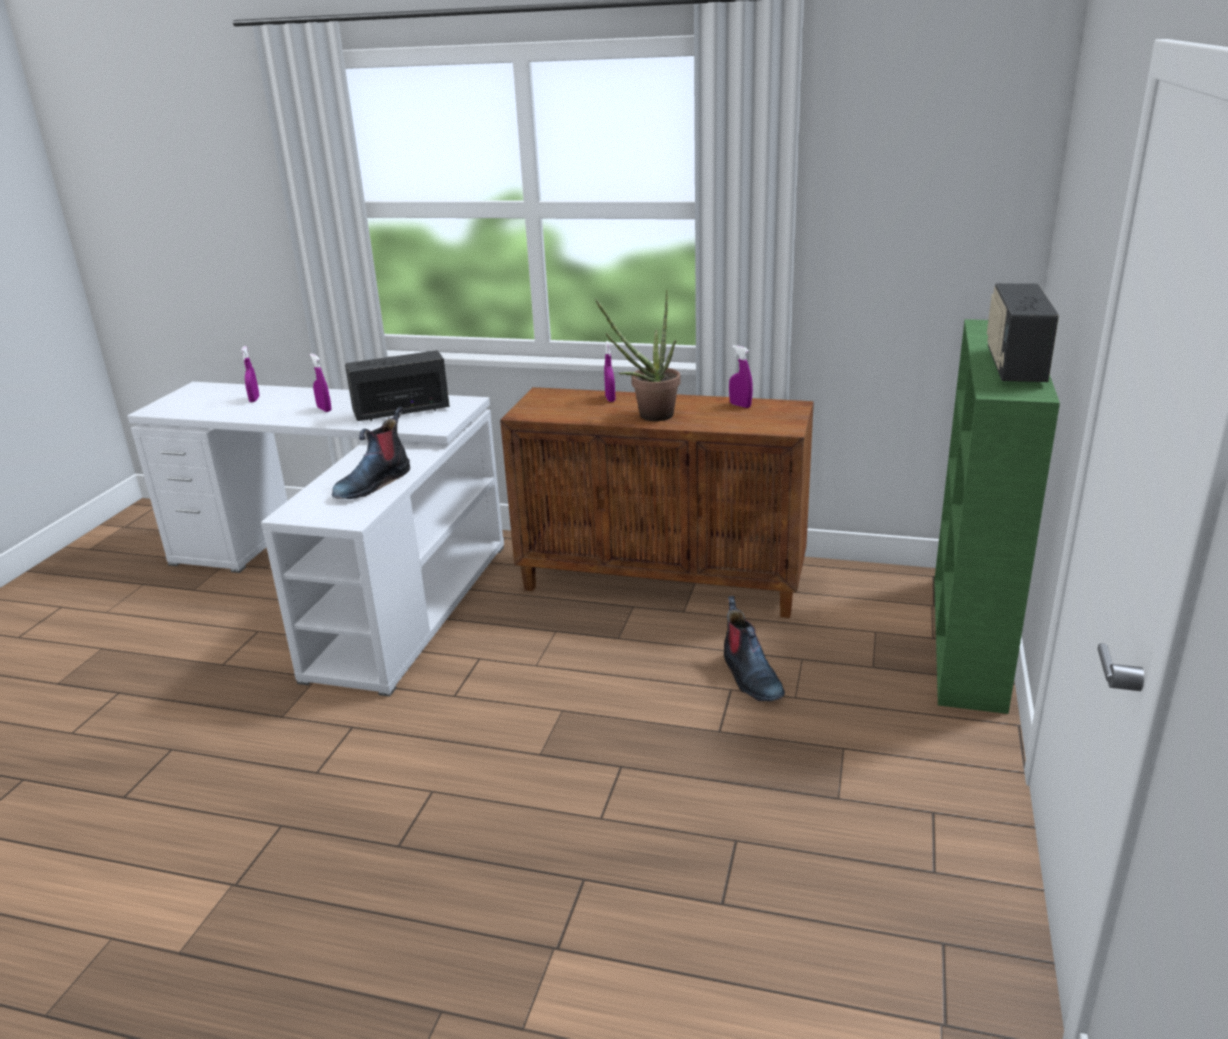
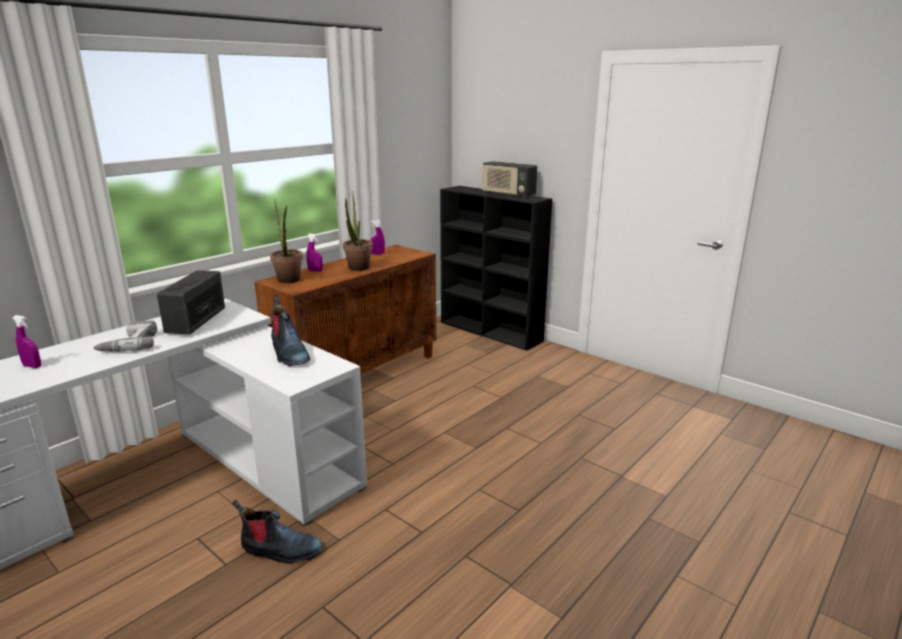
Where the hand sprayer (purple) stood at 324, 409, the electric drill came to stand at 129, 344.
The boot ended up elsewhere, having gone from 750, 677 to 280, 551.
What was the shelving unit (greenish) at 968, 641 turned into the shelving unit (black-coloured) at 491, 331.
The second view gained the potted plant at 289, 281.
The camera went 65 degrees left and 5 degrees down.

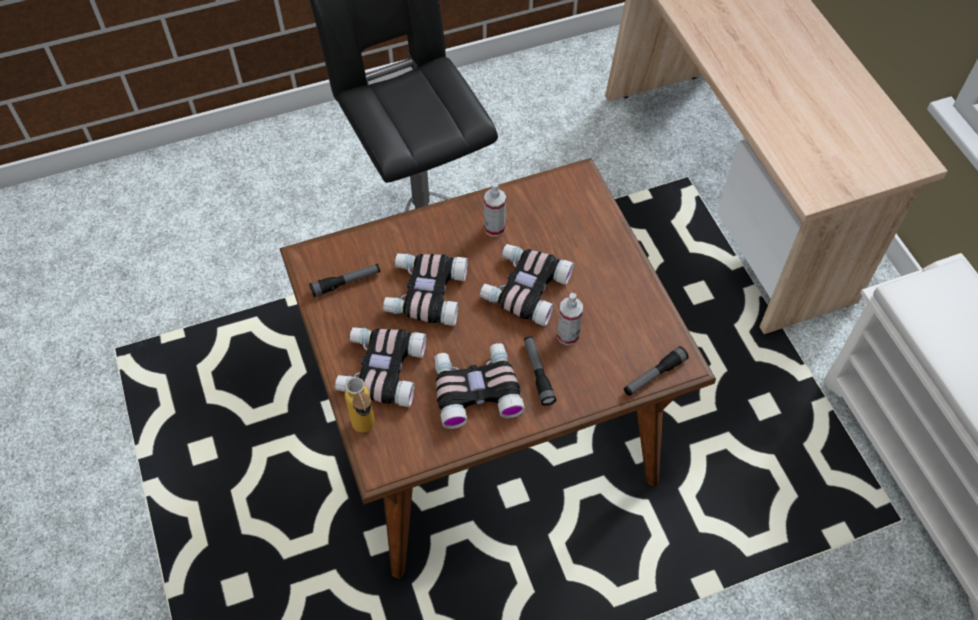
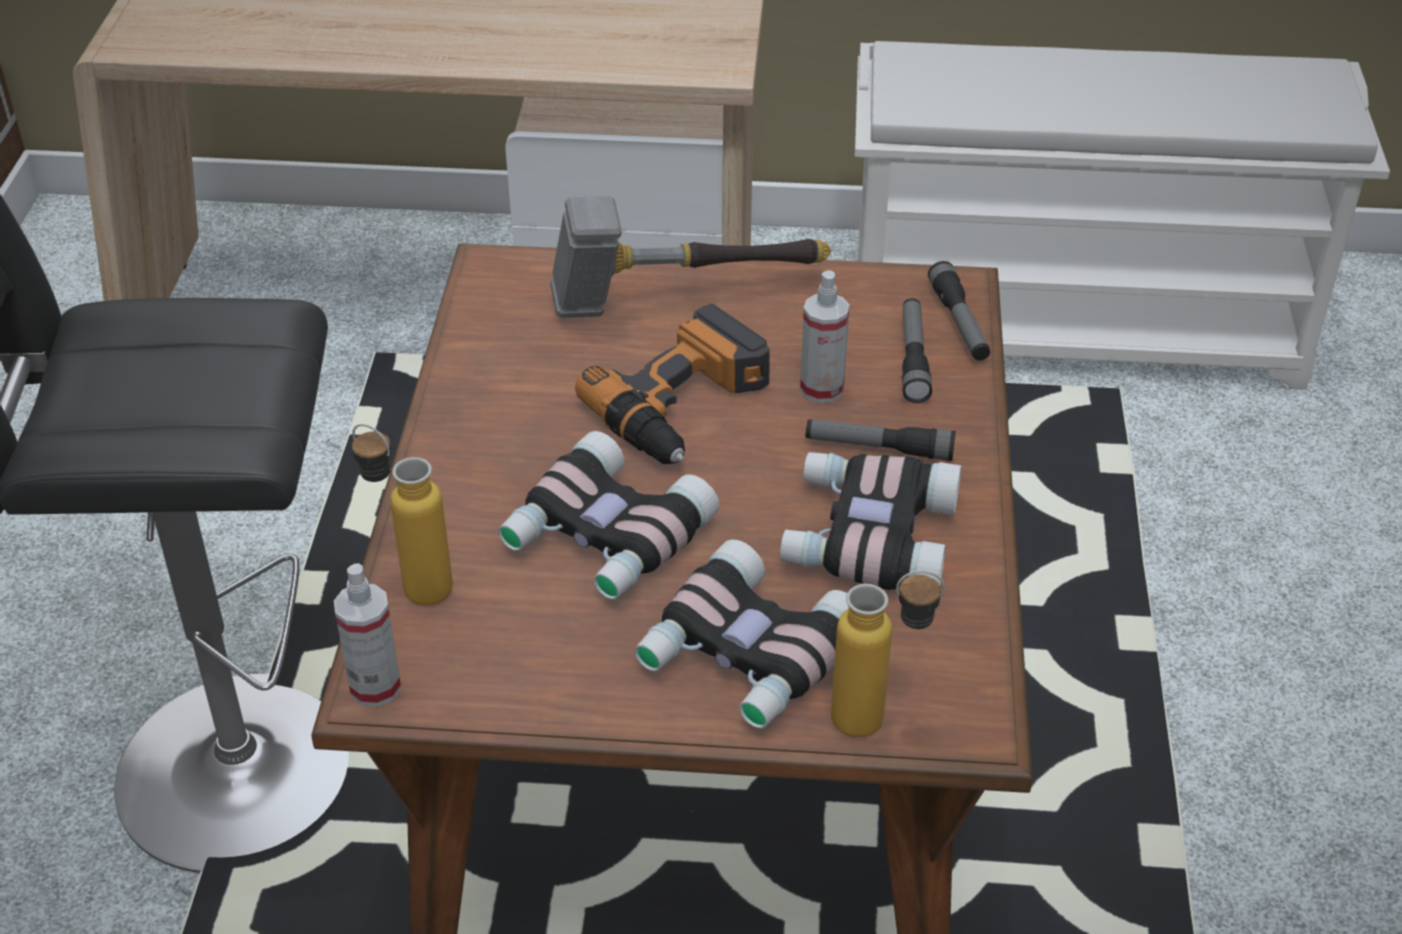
The torch ended up elsewhere, having gone from 346, 283 to 913, 358.
Where the field glasses stood at 524, 288, the electric drill came to stand at 686, 406.
The hand sprayer ended up elsewhere, having gone from 494, 228 to 375, 687.
The second view gained the bottle at 411, 583.
The second view gained the tool hammer at 682, 301.
The camera went 65 degrees left and 15 degrees down.

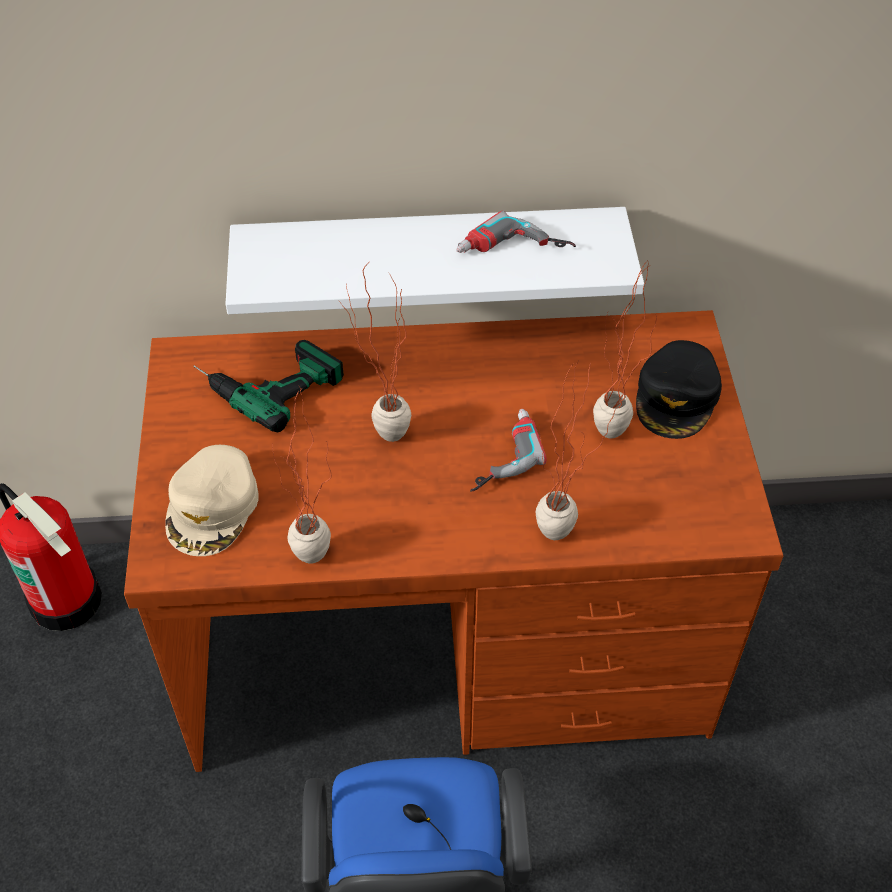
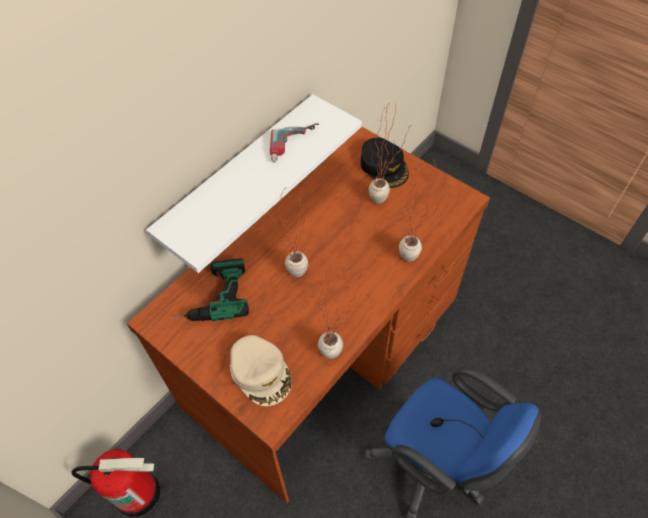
The second view lost the electric drill at 499, 454.
The camera went 45 degrees left and 5 degrees up.

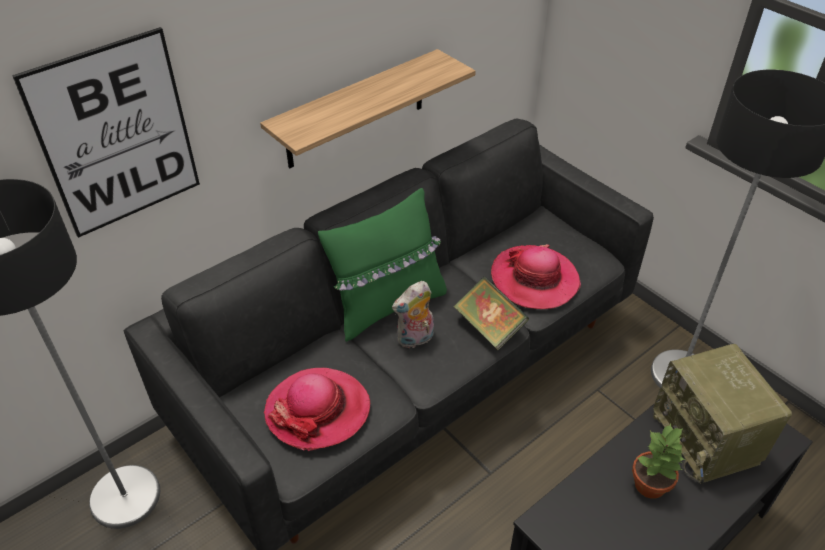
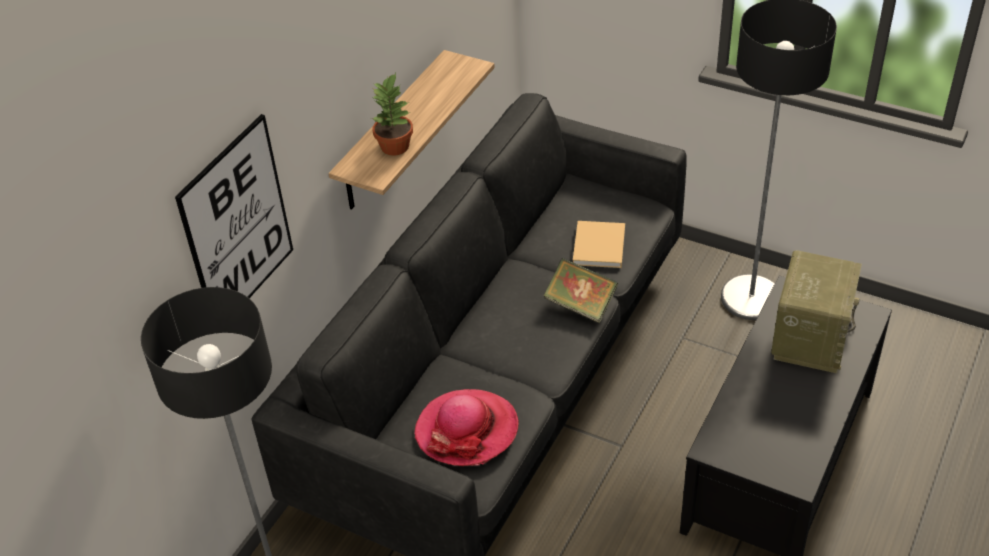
The second view lost the pillow (greenish) at 387, 305.
The second view lost the cuddly toy at 415, 339.
Where the clothing hat stood at 534, 279, the volume (beige) came to stand at 599, 248.
The potted plant ended up elsewhere, having gone from 651, 485 to 395, 146.
The radio receiver at 707, 439 ended up facing another way, 120 degrees counterclockwise from before.
The camera went 20 degrees left and 0 degrees up.

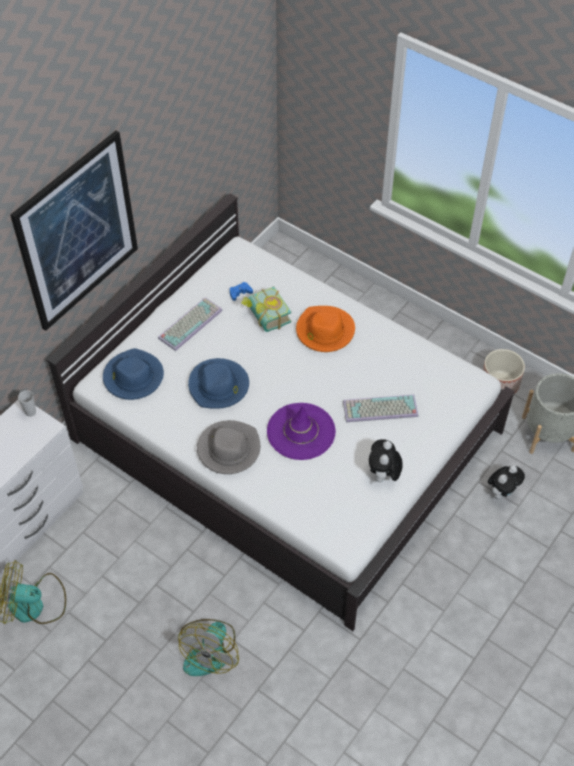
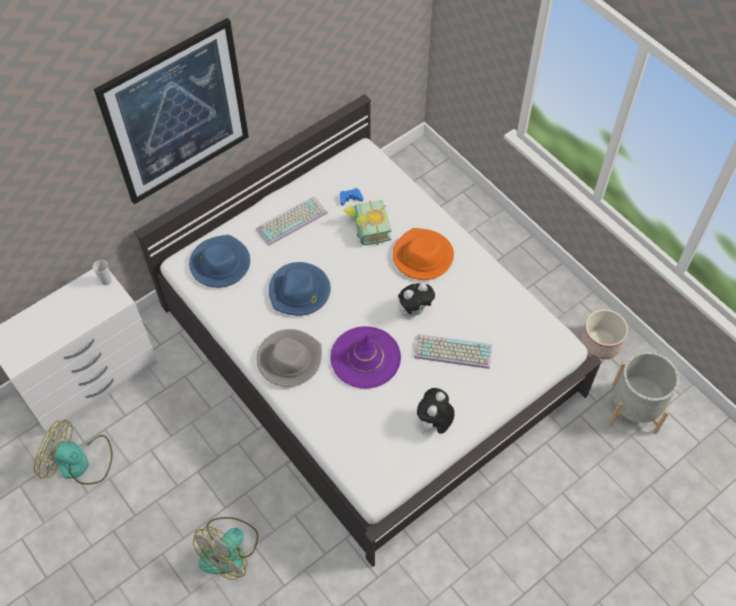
The cuddly toy ended up elsewhere, having gone from 502, 492 to 415, 310.
The camera went 15 degrees right and 5 degrees up.

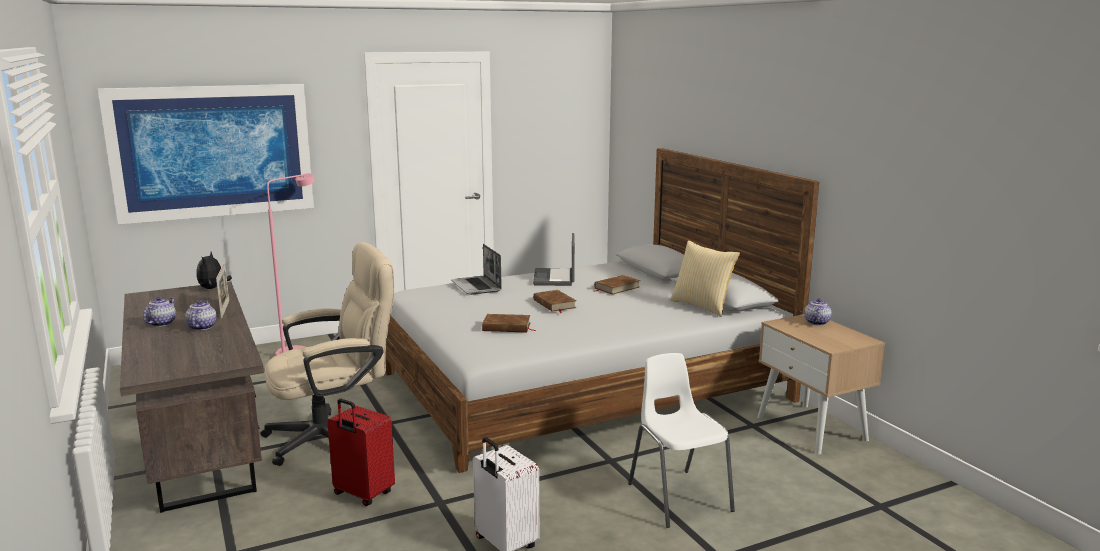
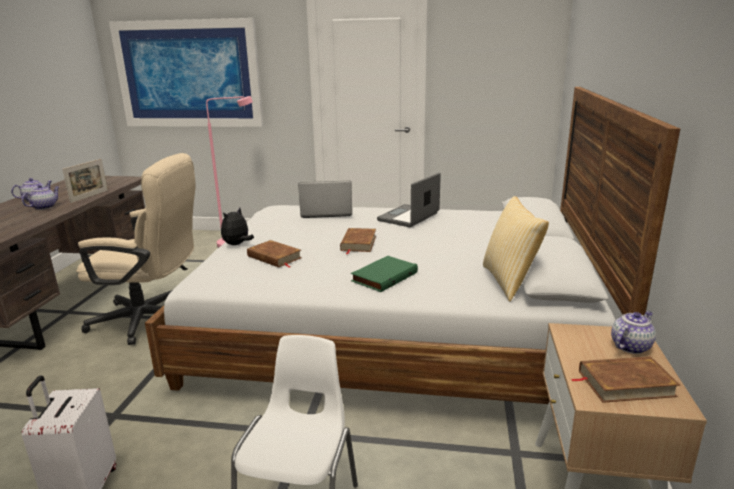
The cuddly toy ended up elsewhere, having gone from 213, 288 to 237, 244.
The second view lost the piece of luggage (red) at 362, 494.
The laptop at 477, 286 ended up facing another way, 75 degrees clockwise from before.
The volume (brown) ended up elsewhere, having gone from 616, 287 to 625, 383.
The second view gained the volume (greenish) at 383, 276.
The camera went 35 degrees right and 5 degrees up.

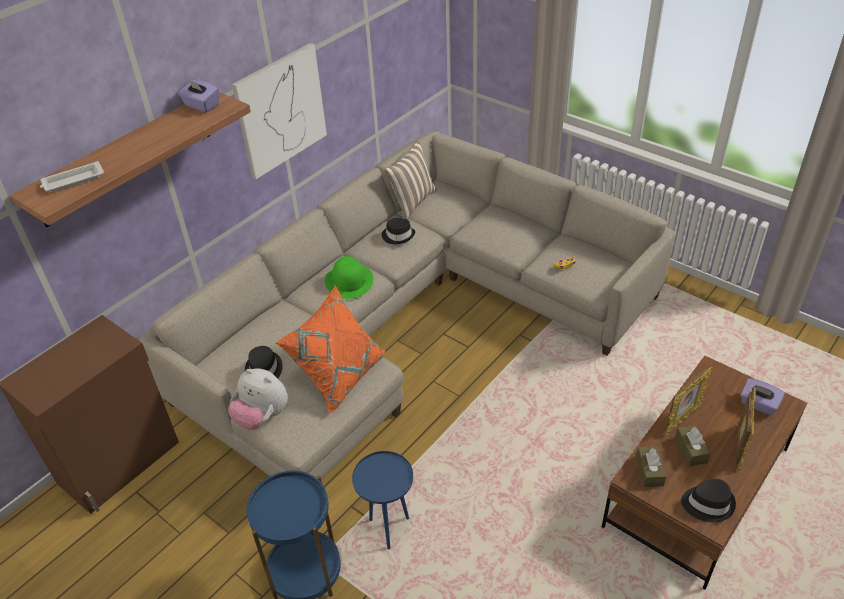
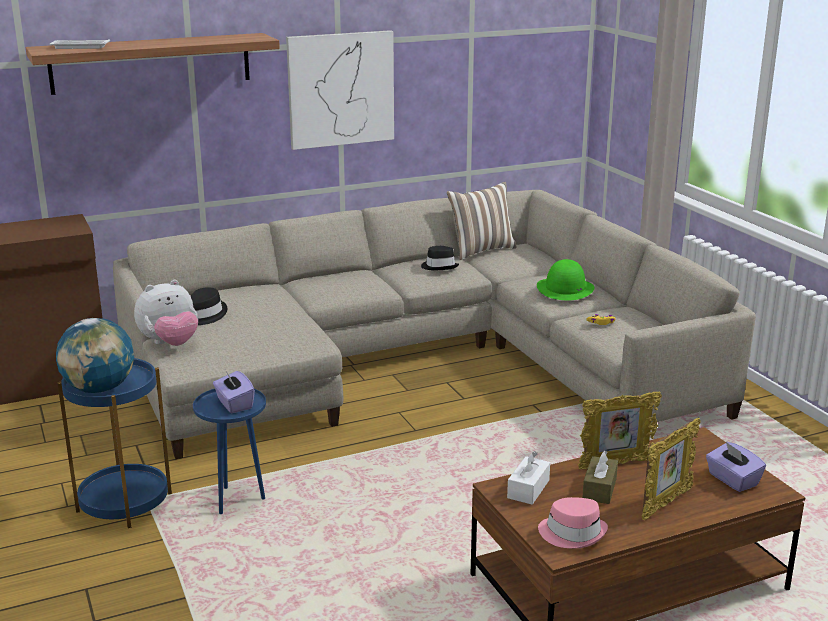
The tissue holder (purple) ended up elsewhere, having gone from 201, 106 to 234, 404.
The cuddly toy at 262, 416 ended up facing another way, 90 degrees counterclockwise from before.
The second view lost the pillow (orange) at 338, 374.
The clothing hat (greenish) ended up elsewhere, having gone from 349, 281 to 565, 289.
What was the tissue holder (brown) at 649, 471 turned into the tissue holder (white-coloured) at 528, 489.
What was the clothing hat (black-coloured) at 707, 503 turned into the clothing hat (pinkish) at 572, 533.
The second view gained the globe at 99, 389.
The camera went 25 degrees right and 20 degrees down.

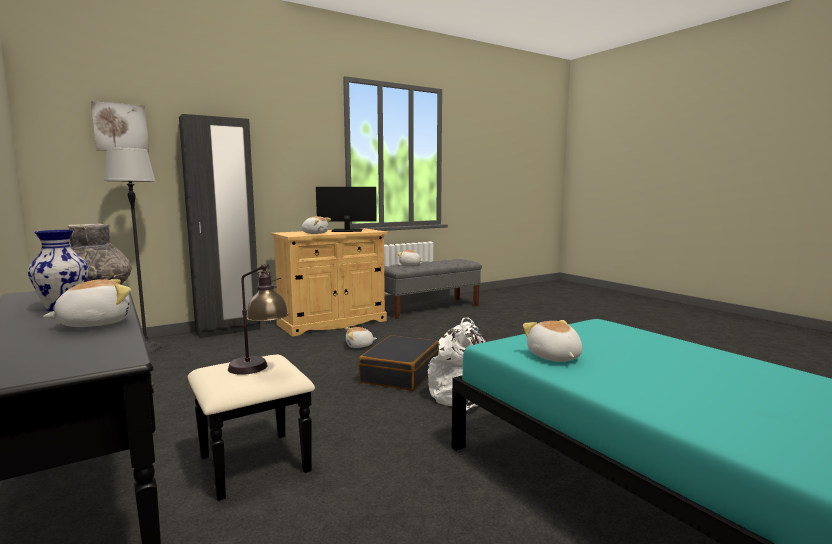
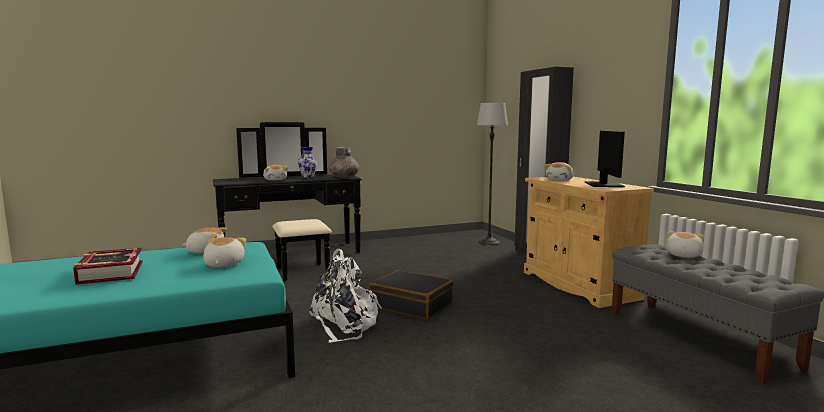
The second view lost the picture at 120, 127.
The second view lost the table lamp at 259, 369.
The cuddly toy ended up elsewhere, having gone from 359, 346 to 223, 265.
The second view gained the volume at 110, 273.
The camera went 100 degrees right and 0 degrees up.

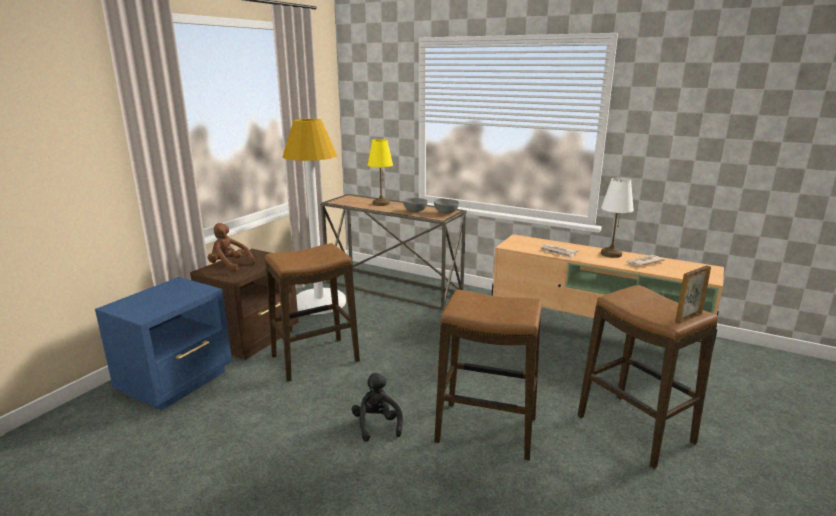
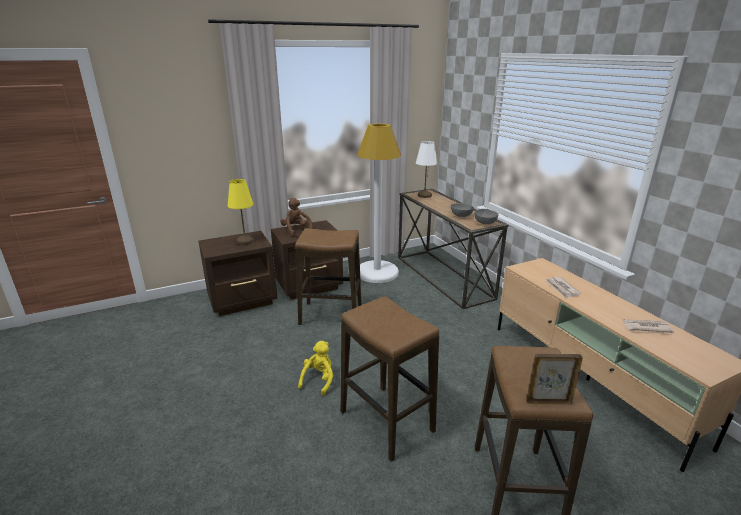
What was the nightstand (blue) at 178, 382 turned into the nightstand (brown) at 244, 301.
What was the cuddly toy (black-coloured) at 377, 425 turned into the cuddly toy (yellow-coloured) at 319, 380.
The table lamp (yellow-coloured) ended up elsewhere, having gone from 380, 203 to 244, 241.
The table lamp (white-coloured) ended up elsewhere, having gone from 611, 254 to 424, 195.
The camera went 35 degrees right and 5 degrees up.

